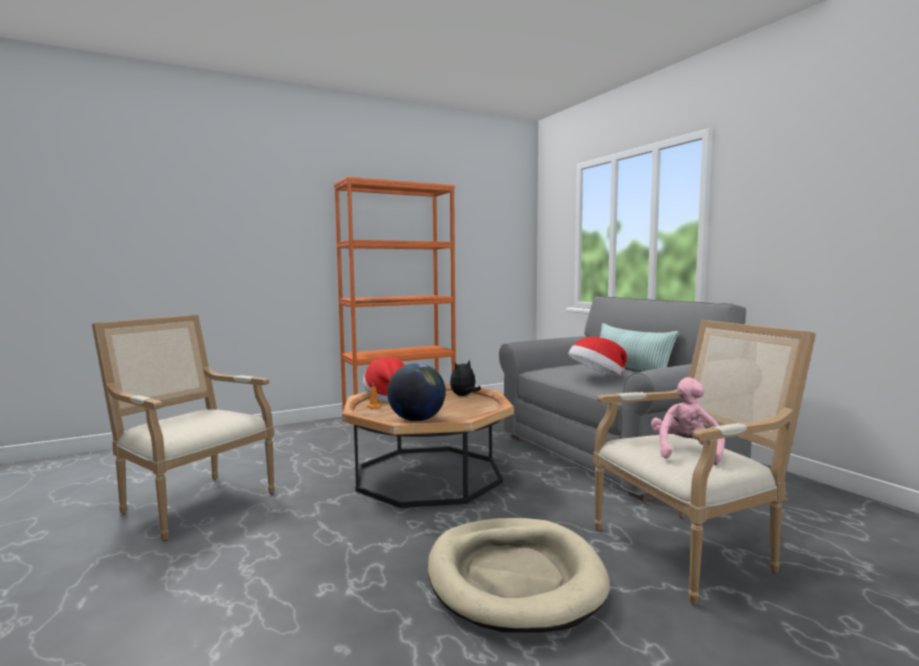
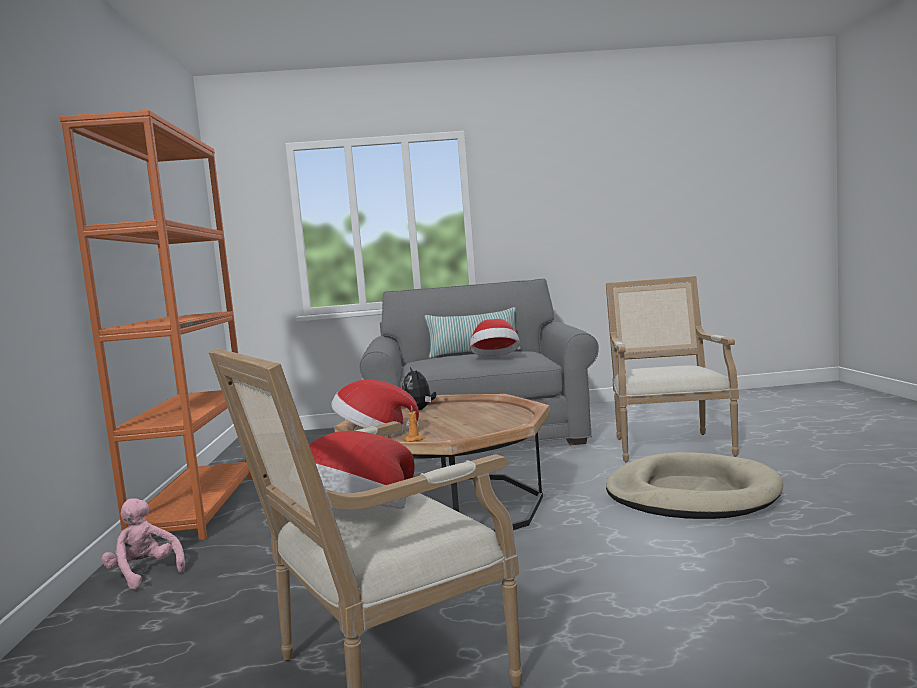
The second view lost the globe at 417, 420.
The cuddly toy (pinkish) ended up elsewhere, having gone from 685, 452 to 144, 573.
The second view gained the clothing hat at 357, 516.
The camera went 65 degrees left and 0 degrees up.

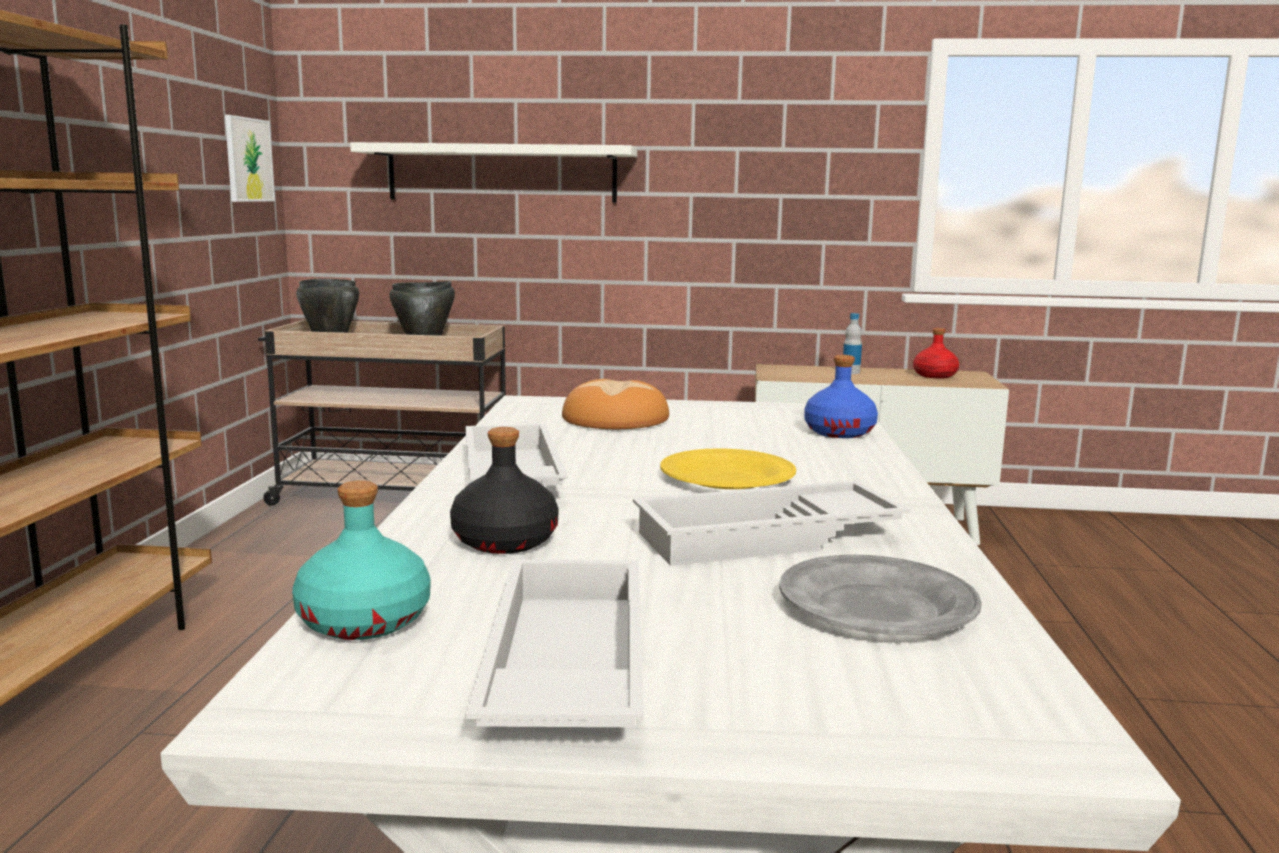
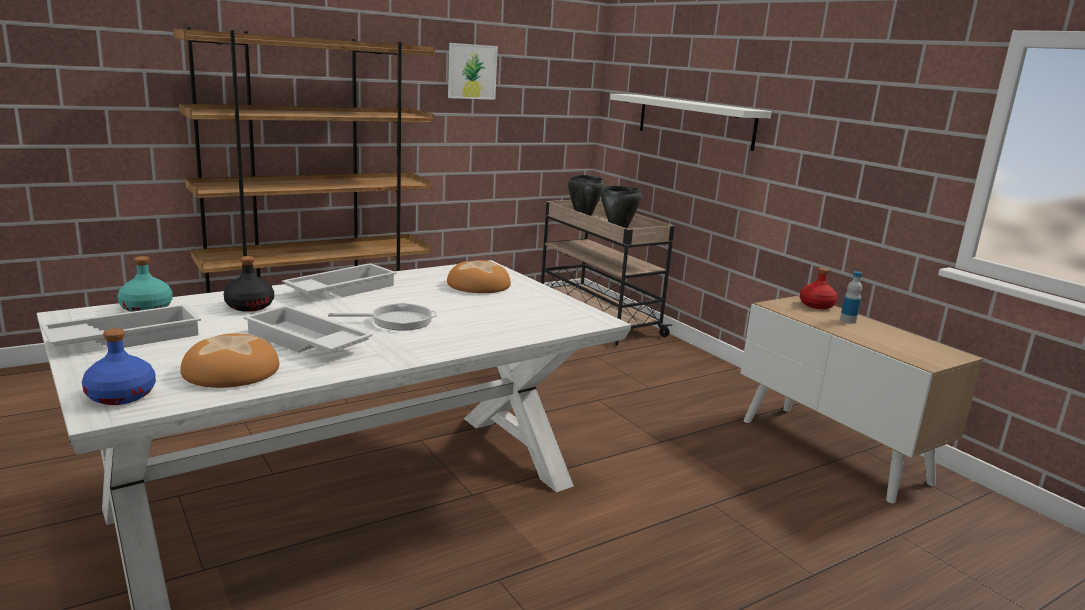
The picture ended up elsewhere, having gone from 248, 160 to 472, 71.
Where the flat dish (yellow-coloured) stood at 726, 478, the frying pan came to stand at 397, 321.
Where the flat dish (grey) stood at 876, 606, the bakery bread came to stand at 232, 371.
The bottle (blue) ended up elsewhere, having gone from 839, 432 to 122, 395.
The bottle (red) ended up elsewhere, having gone from 935, 375 to 817, 305.
The camera went 50 degrees right and 5 degrees up.

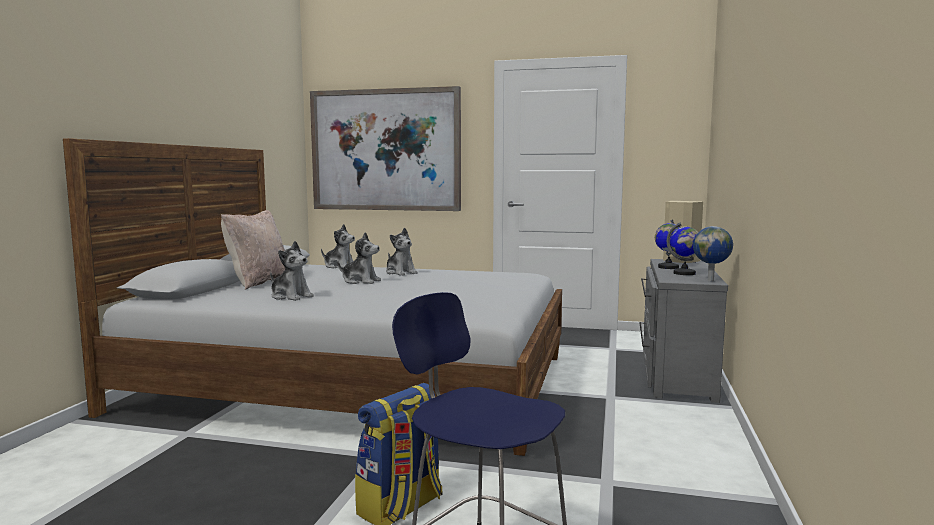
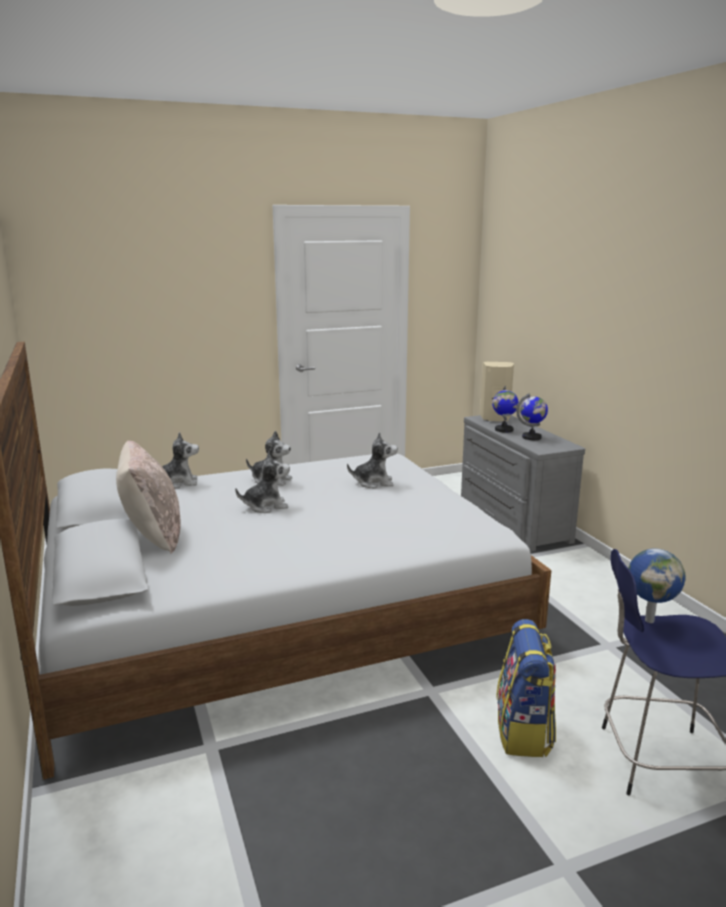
The cuddly toy ended up elsewhere, having gone from 291, 296 to 374, 482.
The second view lost the picture at 386, 150.
The globe ended up elsewhere, having gone from 711, 280 to 649, 620.
The camera went 35 degrees left and 10 degrees up.

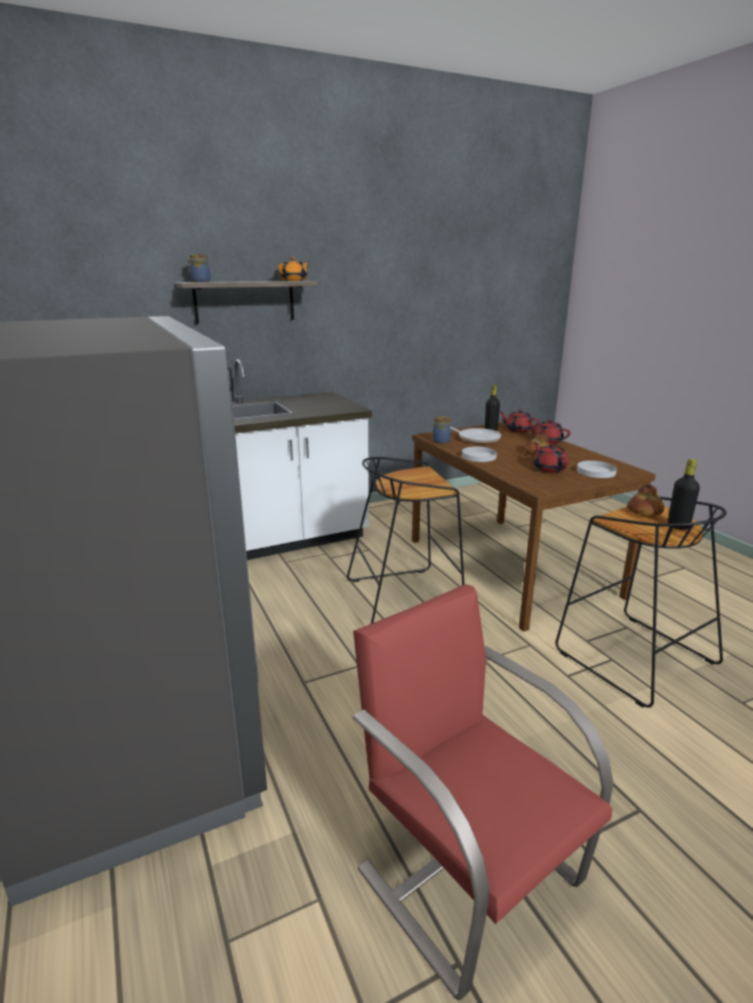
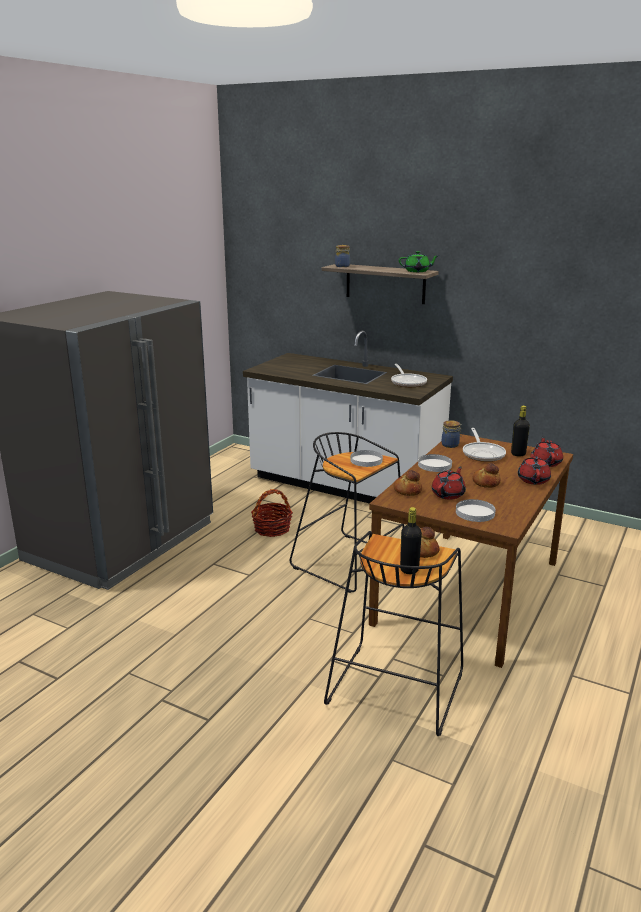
What was the teapot (orange) at 294, 280 turned into the teapot (greenish) at 417, 271.
The second view lost the upright chair (red) at 467, 871.
The second view gained the basket at 272, 529.
The second view gained the flat dish (white-coloured) at 366, 460.
The second view gained the frying pan at 407, 382.
The second view gained the bakery bread at 407, 491.
The camera went 55 degrees right and 0 degrees up.

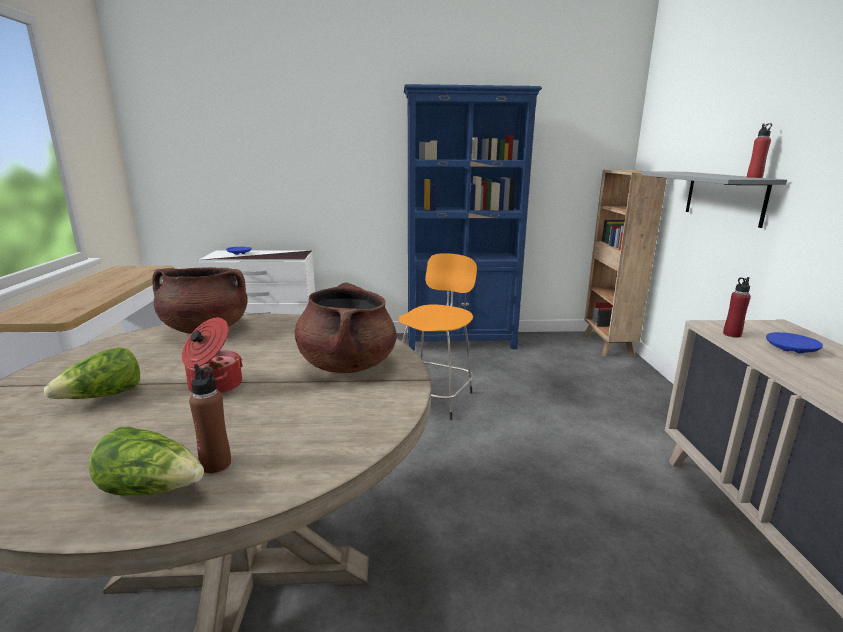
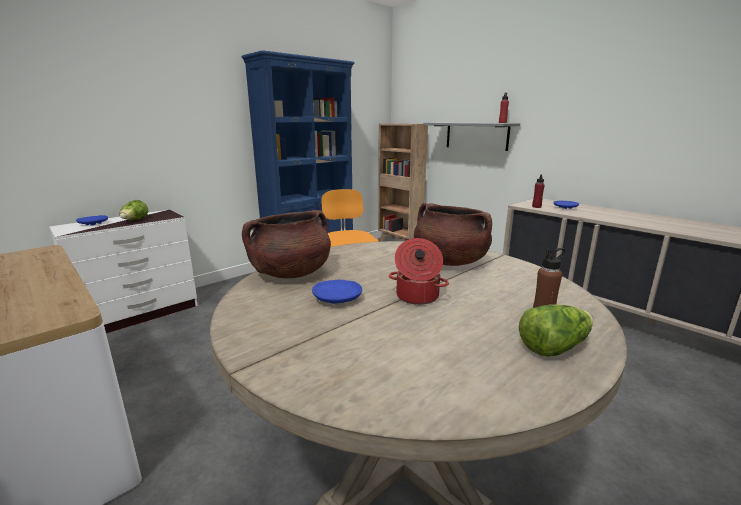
The lettuce head ended up elsewhere, having gone from 103, 396 to 135, 220.
The second view gained the flat dish (blue) at 338, 298.
The camera went 40 degrees left and 0 degrees up.

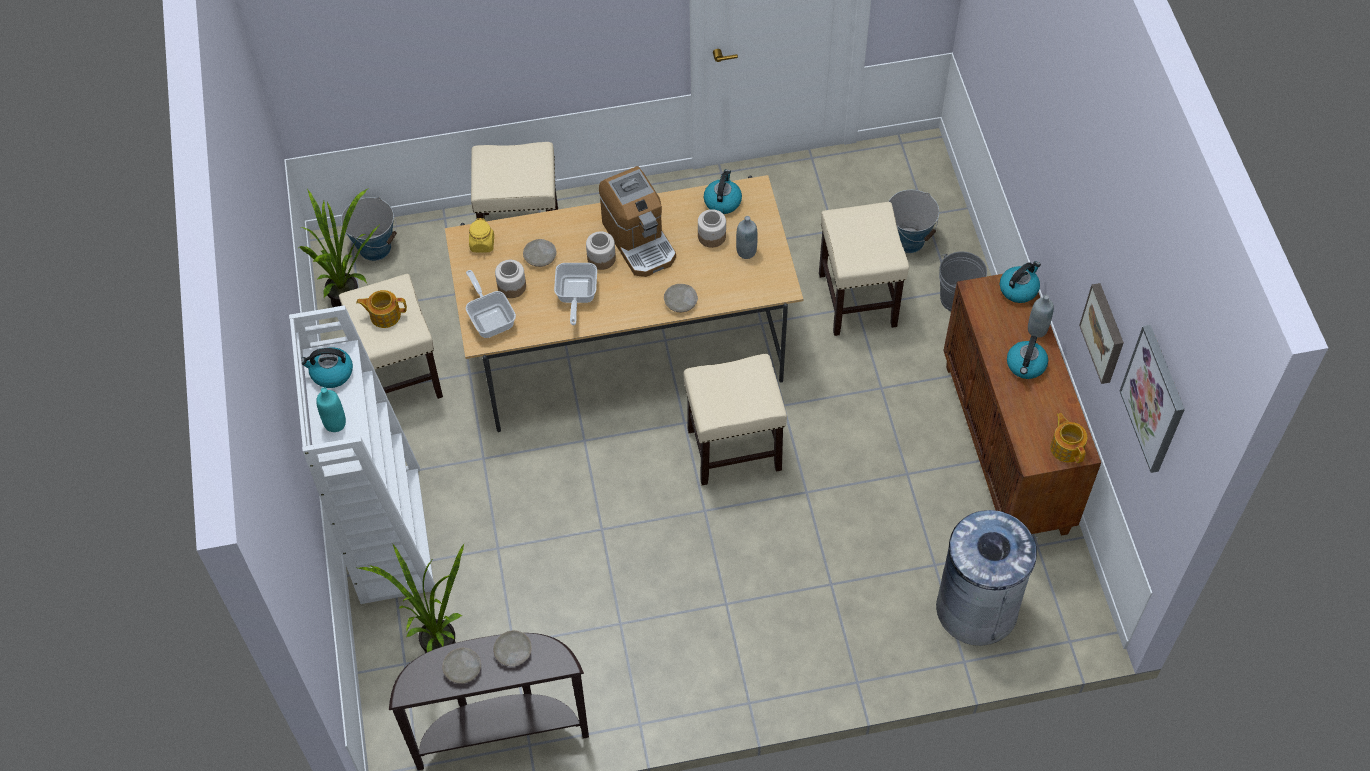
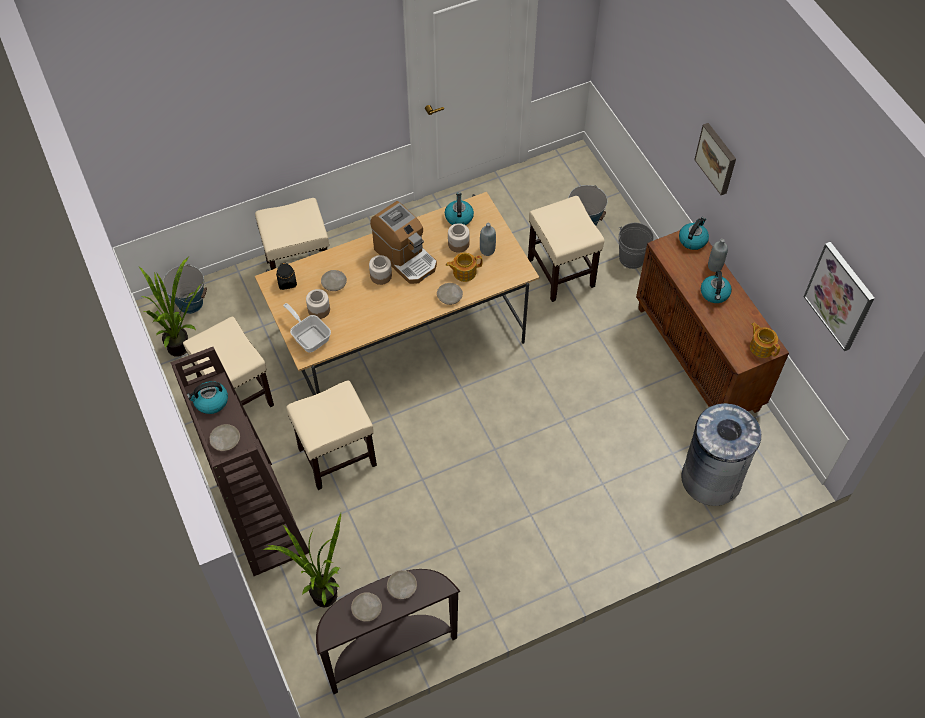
What was the shelving unit (white-coloured) at 389, 533 turned into the shelving unit (brown) at 261, 517.
Where the bottle (blue-green) stood at 335, 423, the flat dish (beige) came to stand at 225, 440.
The teapot ended up elsewhere, having gone from 384, 315 to 464, 272.
What was the jar (yellow-coloured) at 482, 244 turned into the jar (black-coloured) at 287, 282.
The second view lost the frying pan at 575, 296.
The stool (beige) ended up elsewhere, having gone from 733, 450 to 336, 457.
The picture ended up elsewhere, having gone from 1105, 333 to 717, 158.
The camera went 15 degrees left and 0 degrees up.

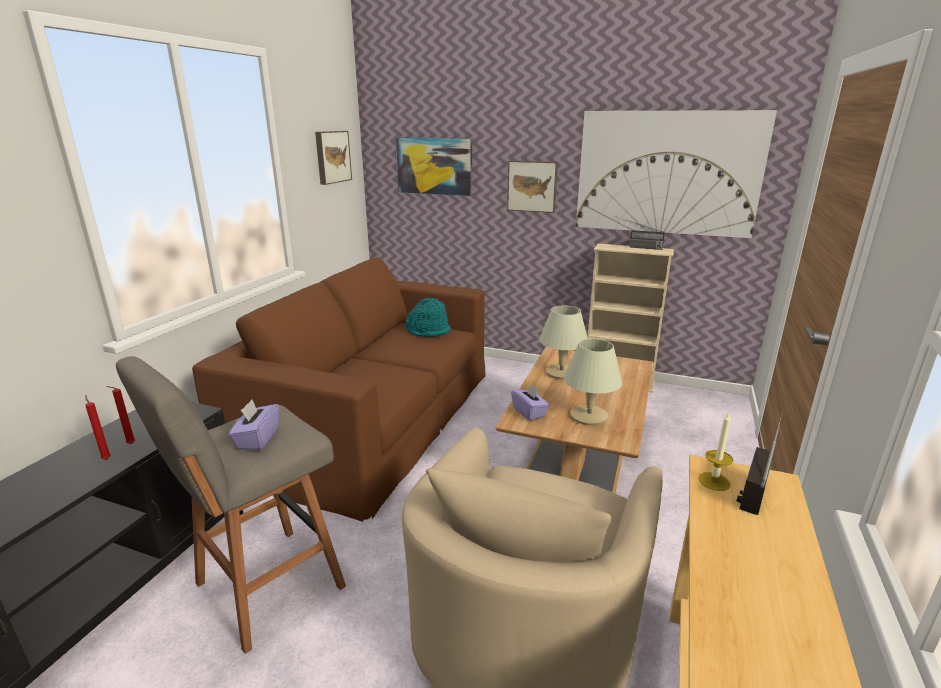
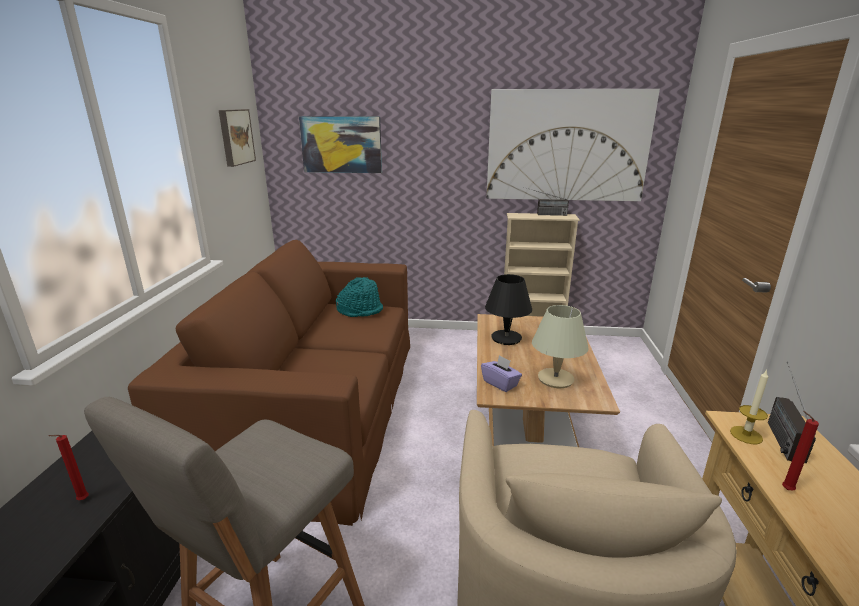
The wax candle (red) ended up elsewhere, having gone from 106, 459 to 785, 489.
The second view lost the tissue holder (purple) at 257, 439.
The second view lost the picture at 532, 186.
What was the table lamp (beige) at 561, 372 turned into the table lamp (black-coloured) at 506, 338.
The camera went 15 degrees left and 0 degrees up.

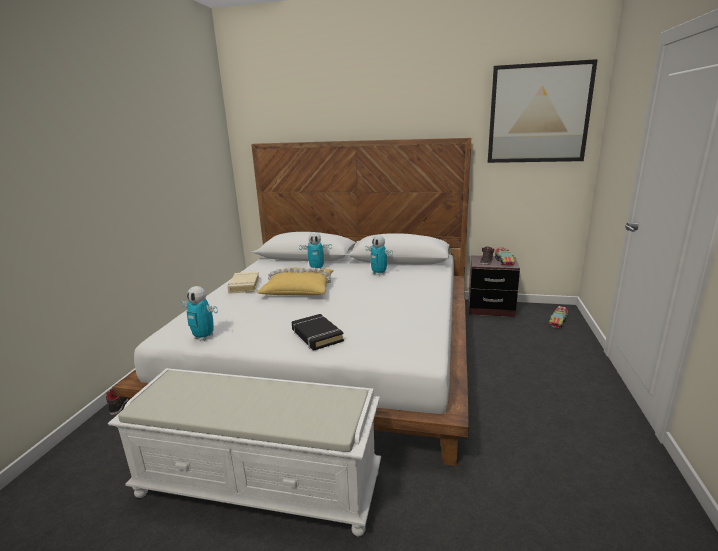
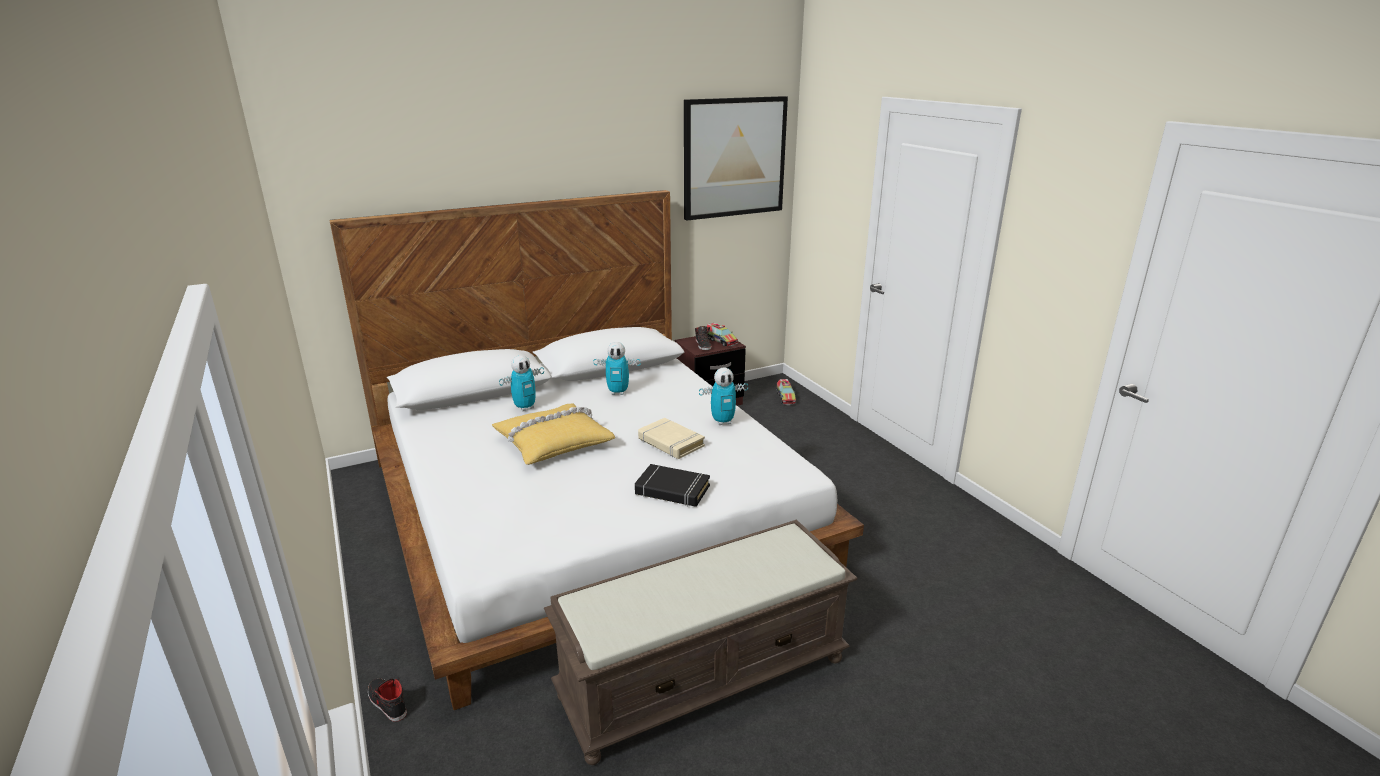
What was the bench (white-coloured) at 260, 483 turned into the bench (brown) at 704, 676.
The robot figure ended up elsewhere, having gone from 204, 337 to 723, 422.
The volume (beige) ended up elsewhere, having gone from 244, 285 to 670, 443.
The camera went 40 degrees left and 5 degrees up.

